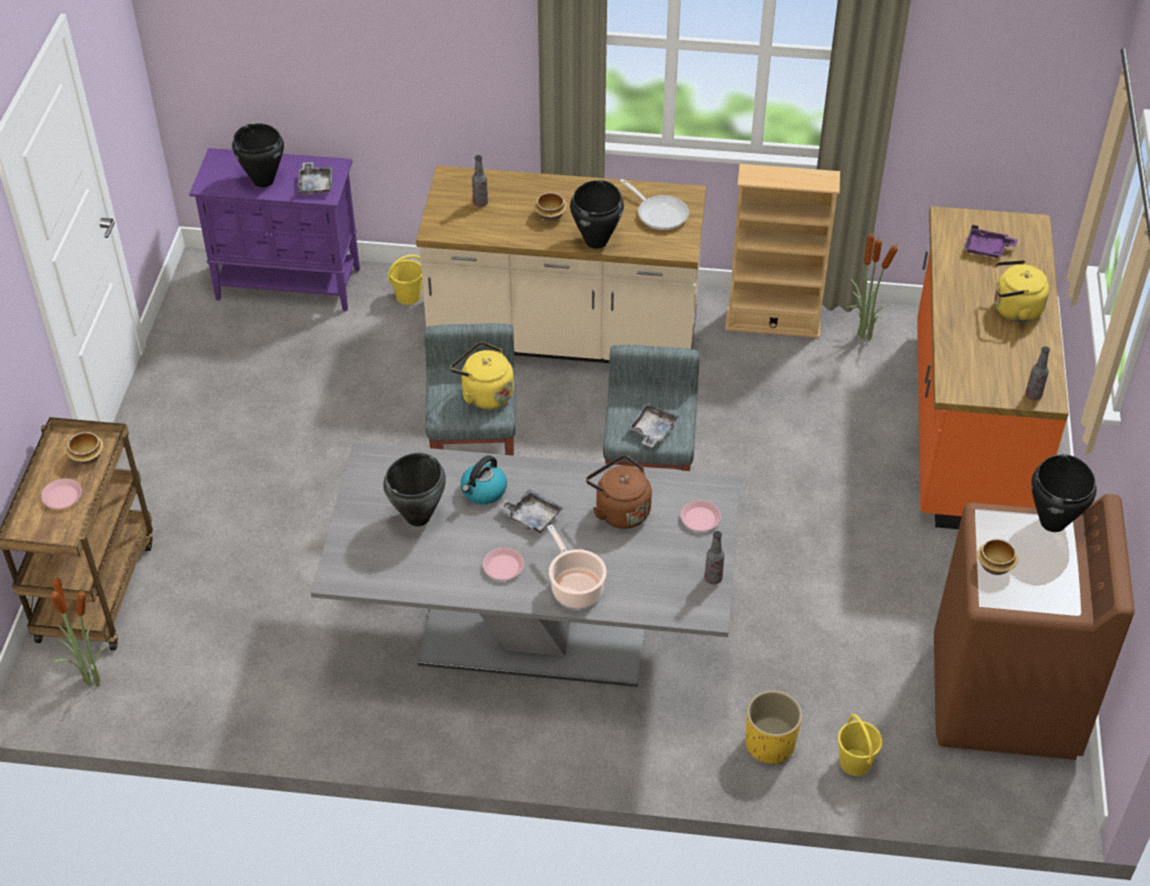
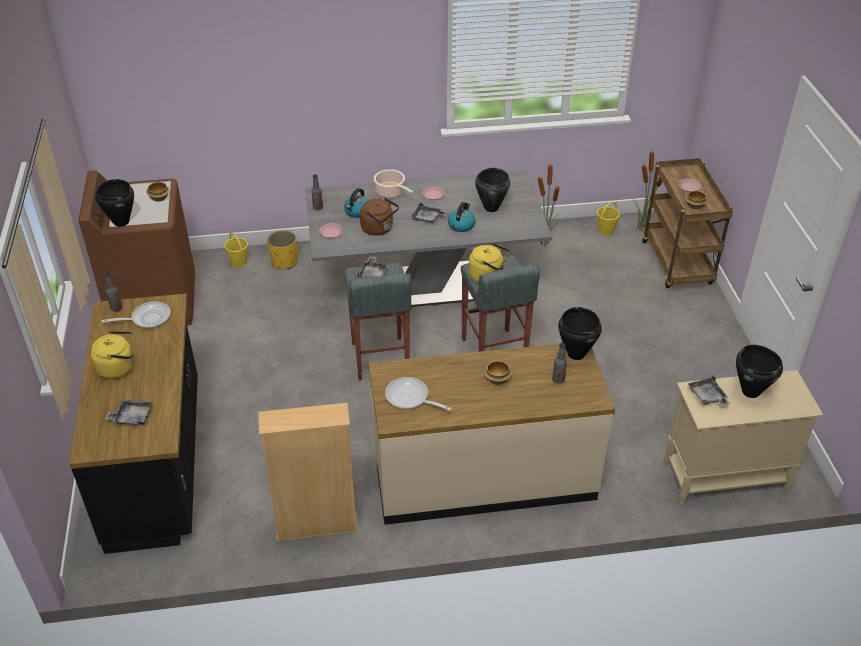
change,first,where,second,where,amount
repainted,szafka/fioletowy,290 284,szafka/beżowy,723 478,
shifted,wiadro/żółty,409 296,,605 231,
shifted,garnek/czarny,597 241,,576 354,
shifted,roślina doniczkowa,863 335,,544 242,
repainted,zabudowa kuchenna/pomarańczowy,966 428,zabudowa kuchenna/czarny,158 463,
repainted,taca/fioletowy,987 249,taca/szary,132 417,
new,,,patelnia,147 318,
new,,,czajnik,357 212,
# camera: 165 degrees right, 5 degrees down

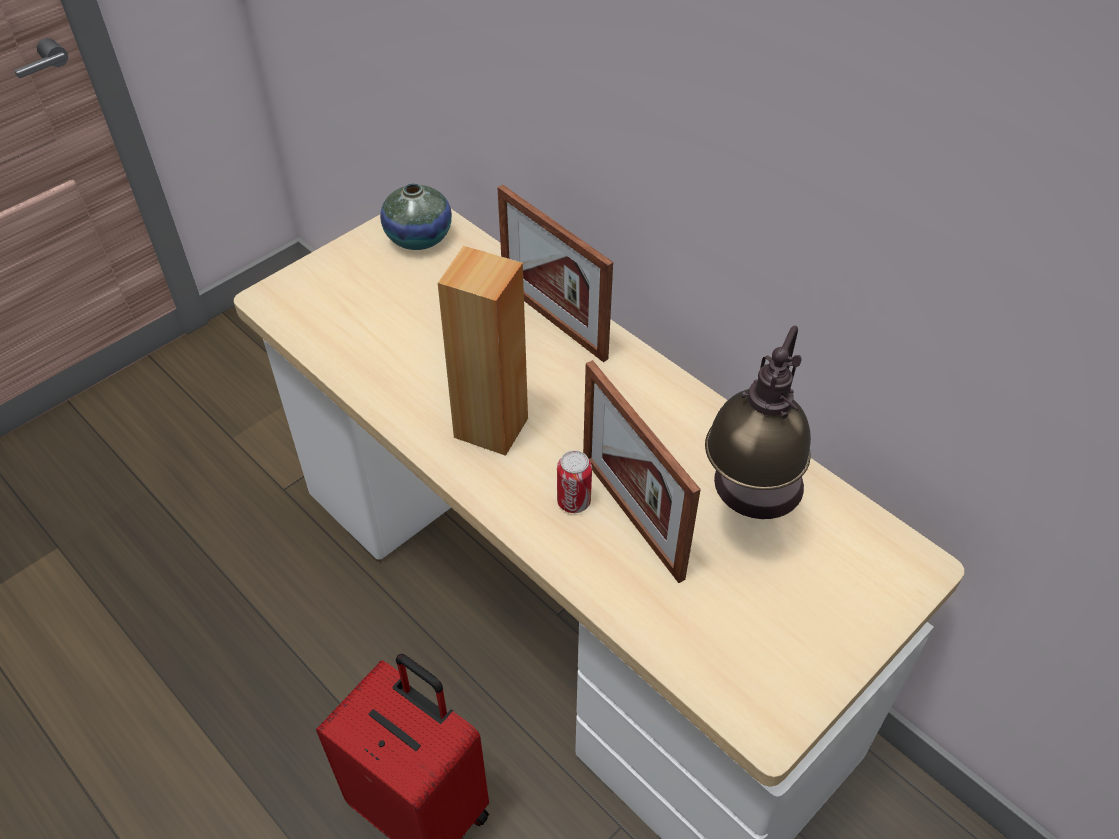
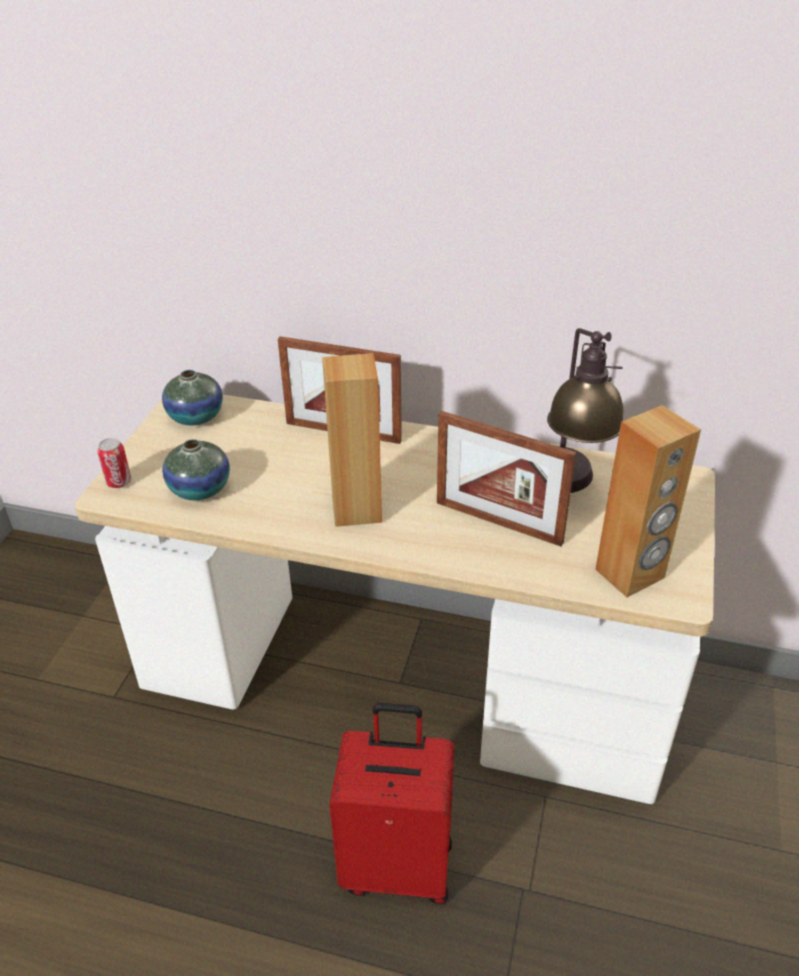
change,first,where,second,where,amount
shifted,puszka,573 501,,119 482,
new,,,wazon,200 489,
new,,,głośnik/brązowy,630 574,
# camera: 30 degrees left, 10 degrees down

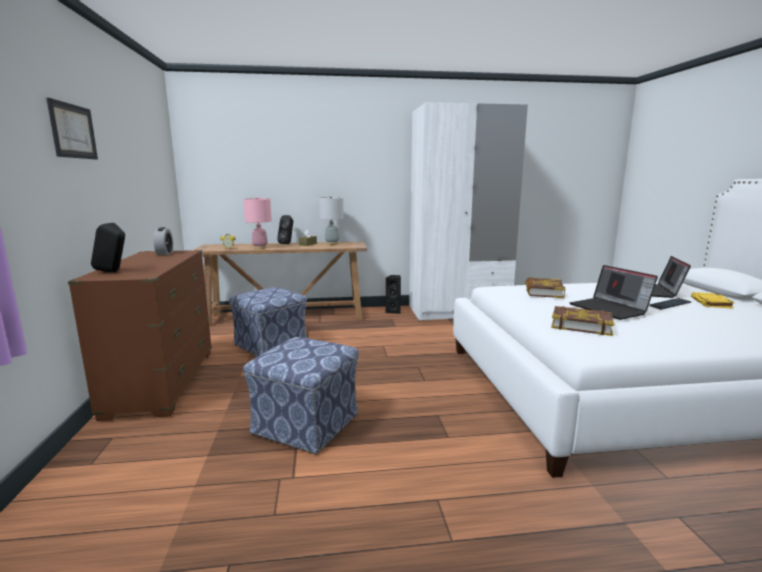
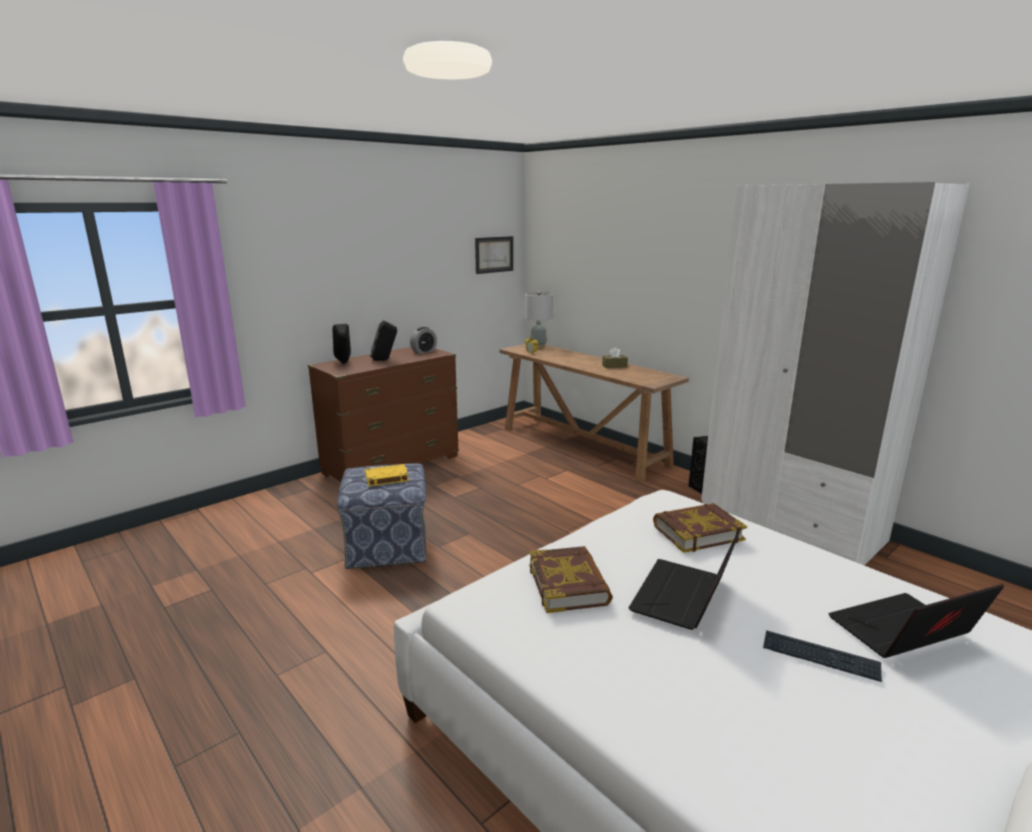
change,first,where,second,where,amount
shifted,obraz,73 131,,494 254,
gone,pufa,271 344,,,
gone,lampa stołowa/różowy,260 248,,,
shifted,głośnik/czarny,287 244,,385 360,
shifted,lampa stołowa/szary,332 244,,538 346,
shifted,książka/żółty,711 303,,386 478,
# camera: 55 degrees right, 5 degrees up

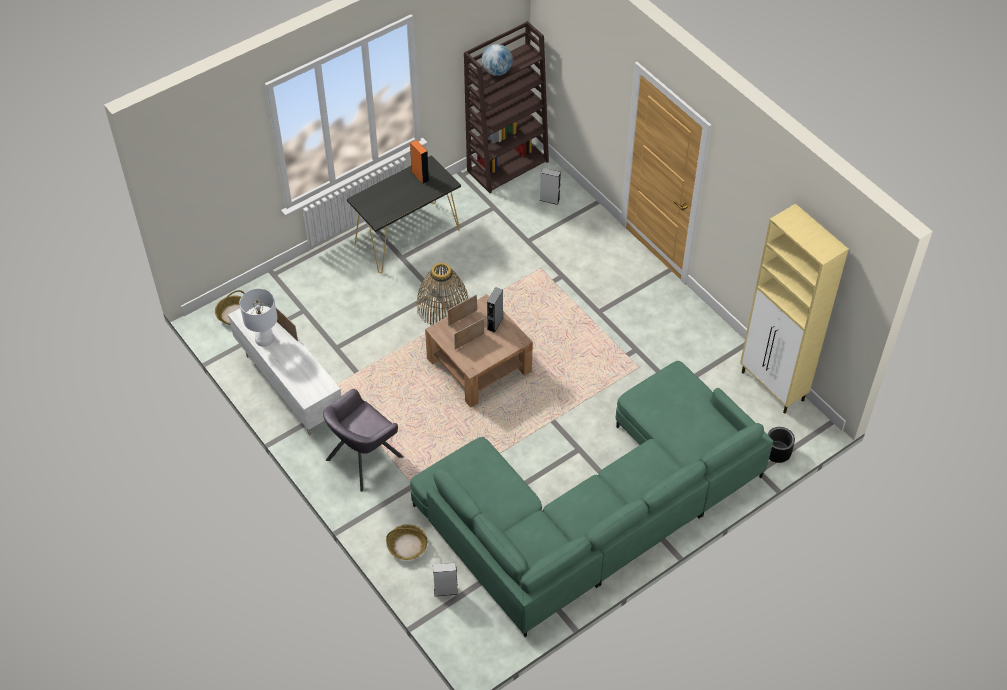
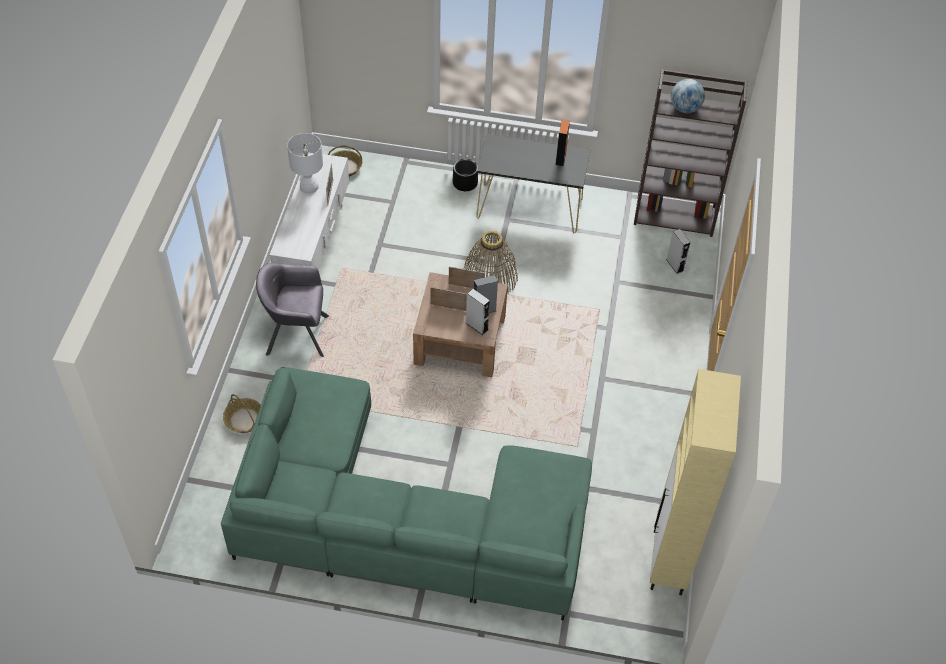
change,first,where,second,where,amount
shifted,głośnik/szary,445 591,,477 326,
shifted,donica/czarny,777 452,,464 183,
# camera: 45 degrees right, 0 degrees up

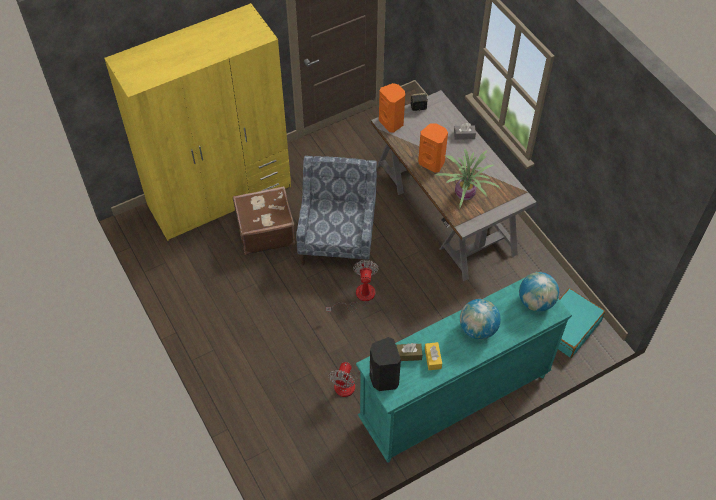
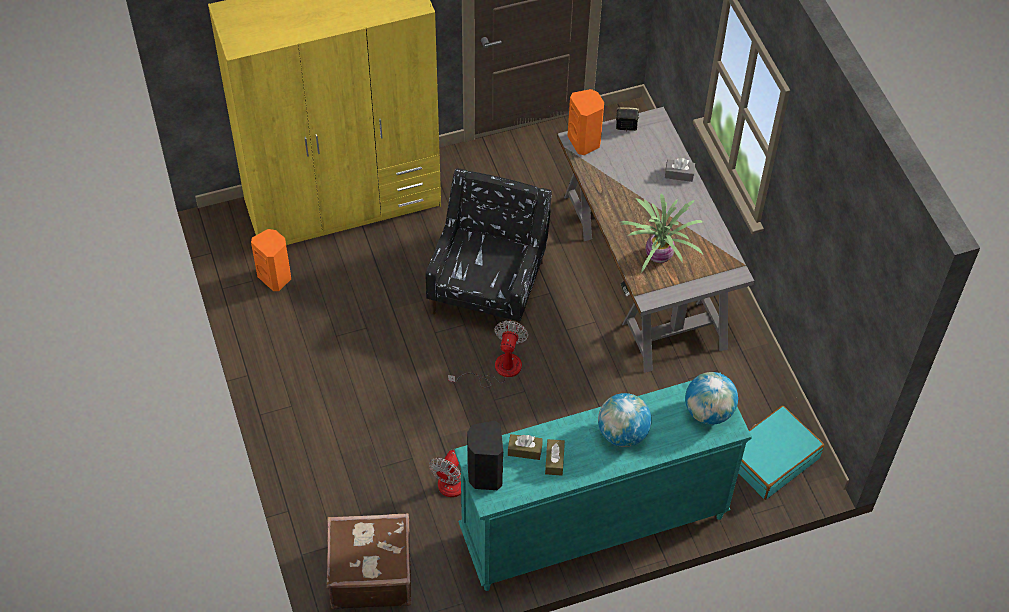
change,first,where,second,where,amount
shifted,walizka/brązowy,265 231,,370 573,
repainted,fotel/niebieski,338 237,fotel/czarny,488 285,
shifted,głośnik/pomarańczowy,432 162,,276 277,
repainted,pudełko chusteczek/żółty,433 358,pudełko chusteczek/brązowy,554 460,
# camera: 10 degrees right, 0 degrees up

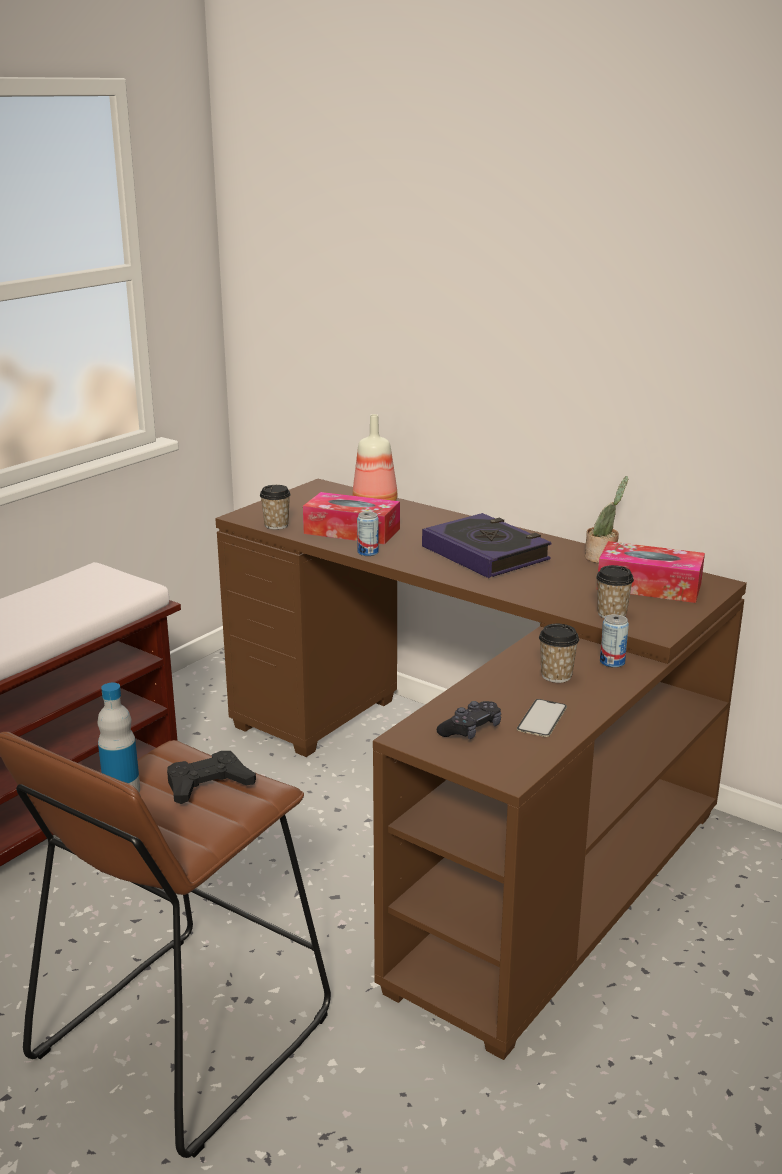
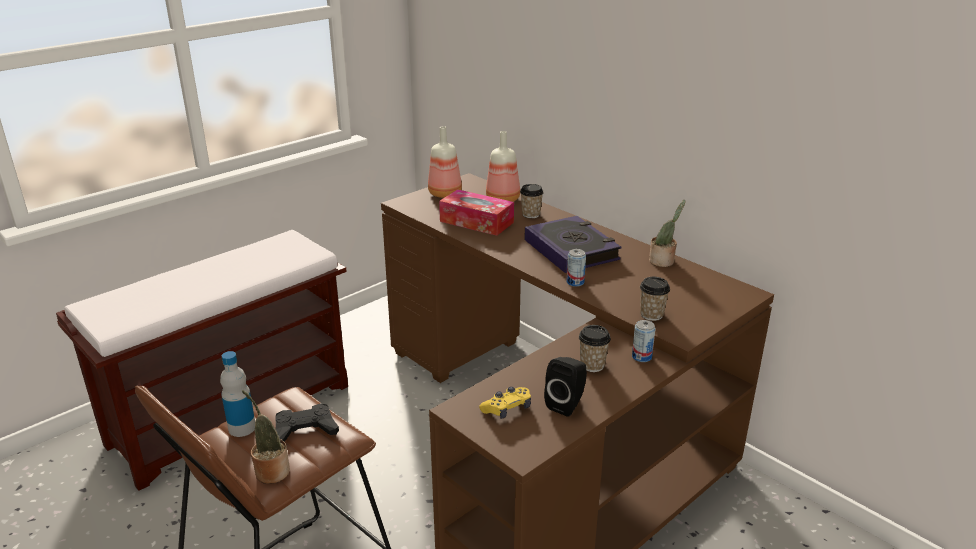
change,first,where,second,where,amount
shifted,filiżanka,276 525,,531 214,
shifted,puszka,368 552,,575 282,
repainted,pad do gier/czarny,471 730,pad do gier/żółty,507 409,
swapped,telefon,542 718,głośnik/czarny,567 404,
gone,pudełko chusteczek,649 586,,,
new,,,roślina doniczkowa,270 471,
new,,,butelka,445 193,
# camera: 10 degrees right, 5 degrees up

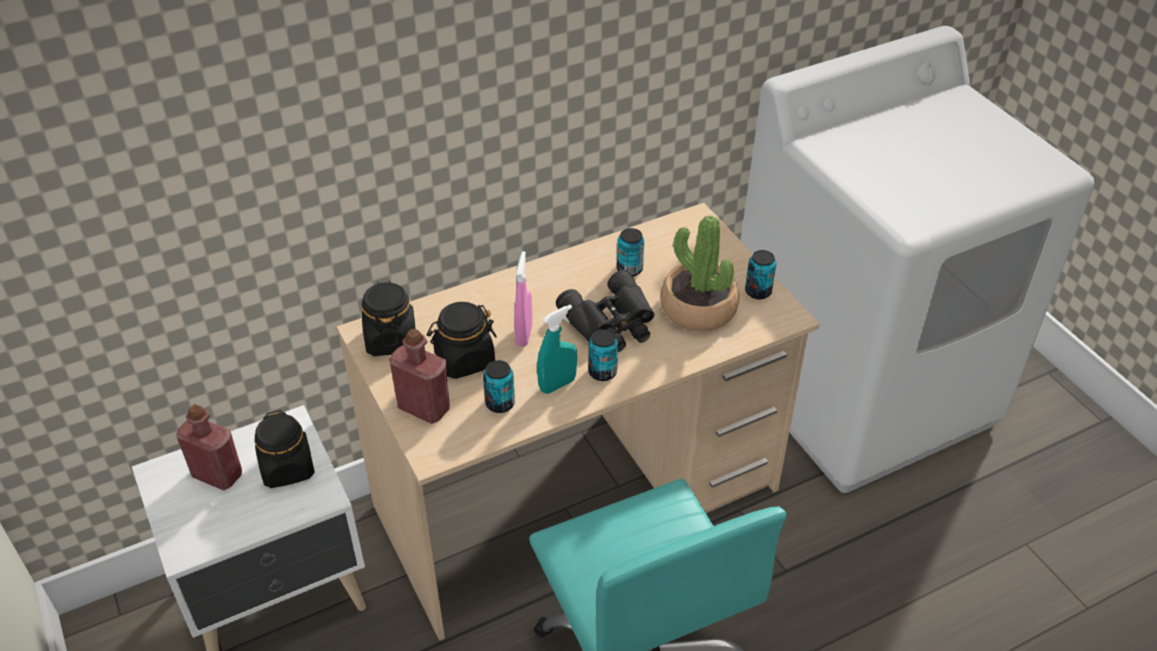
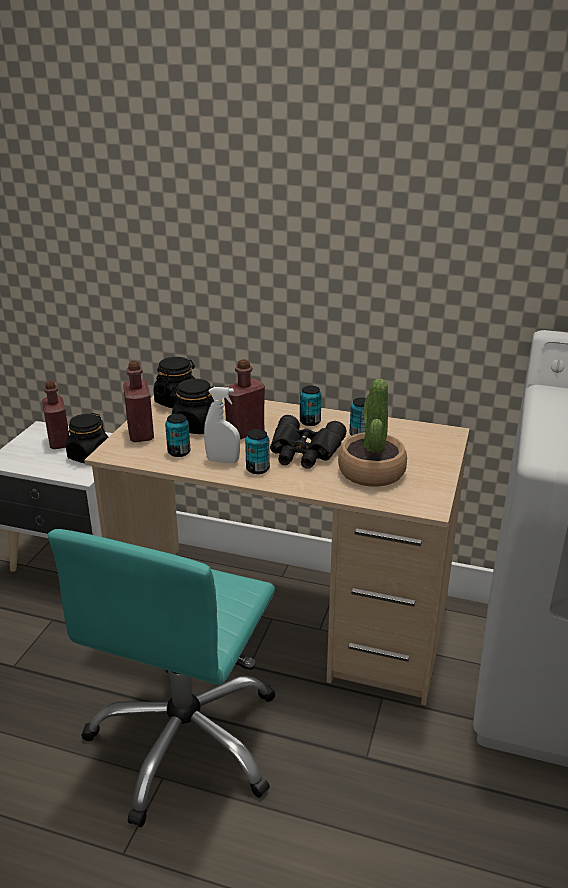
change,first,where,second,where,amount
swapped,spryskiwacz/różowy,524 335,butelka/czerwony,245 432,
repainted,spryskiwacz/turkusowy,557 385,spryskiwacz/biały,223 461,
shifted,puszka,758 291,,310 421,
# camera: 45 degrees right, 15 degrees down

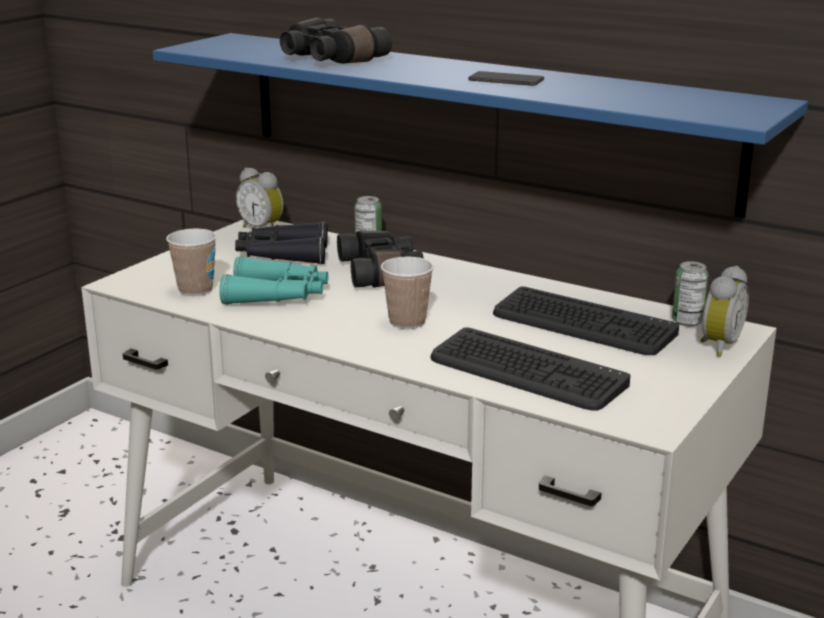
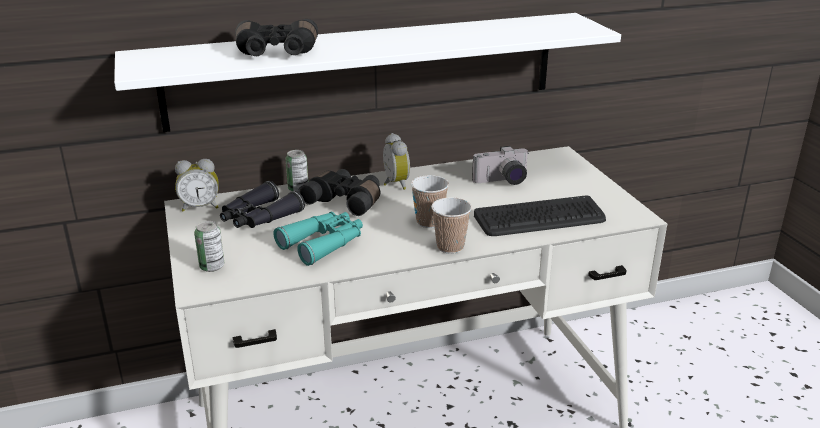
change,first,where,second,where,amount
repainted,półka/niebieski,478 117,półka/biały,365 70,
shifted,filiżanka,195 290,,450 247,
gone,telefon,506 80,,,
swapped,klawiatura,582 324,aparat fotograficzny,502 181,
shifted,puszka,687 321,,212 267,
shifted,budzik,717 345,,394 184,
# camera: 50 degrees left, 5 degrees up

